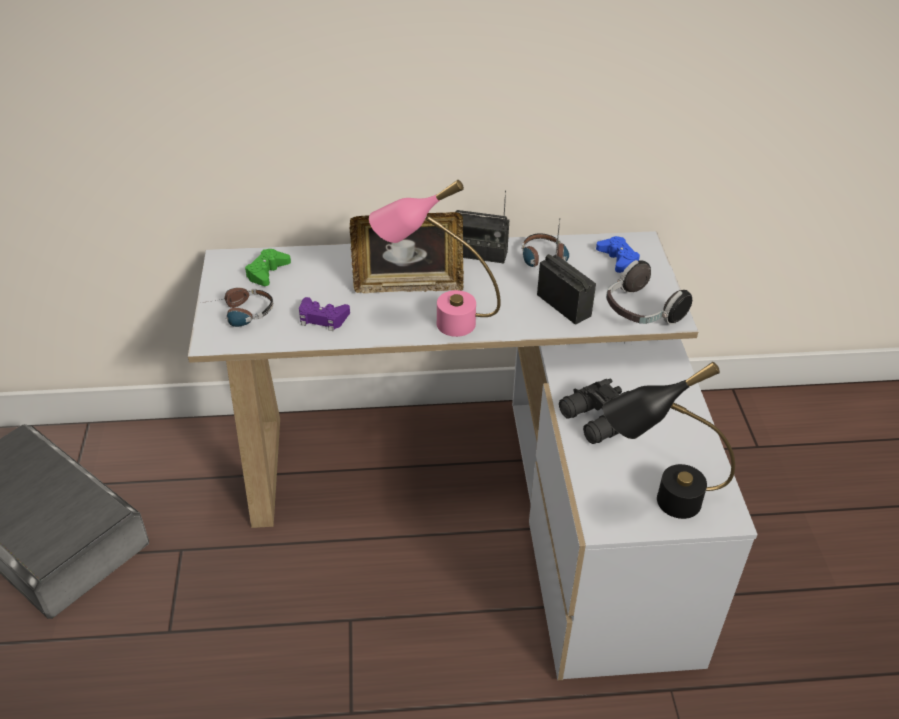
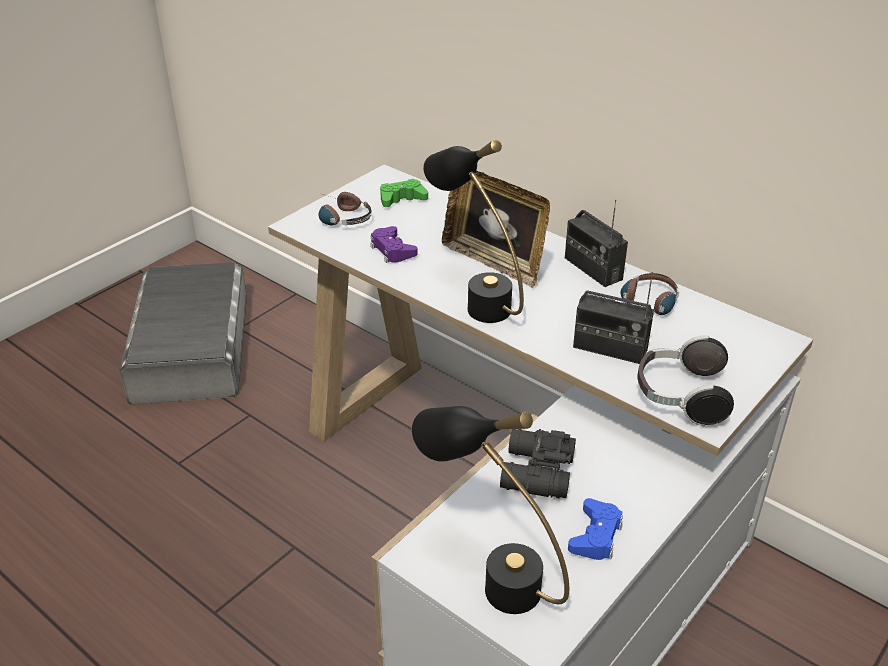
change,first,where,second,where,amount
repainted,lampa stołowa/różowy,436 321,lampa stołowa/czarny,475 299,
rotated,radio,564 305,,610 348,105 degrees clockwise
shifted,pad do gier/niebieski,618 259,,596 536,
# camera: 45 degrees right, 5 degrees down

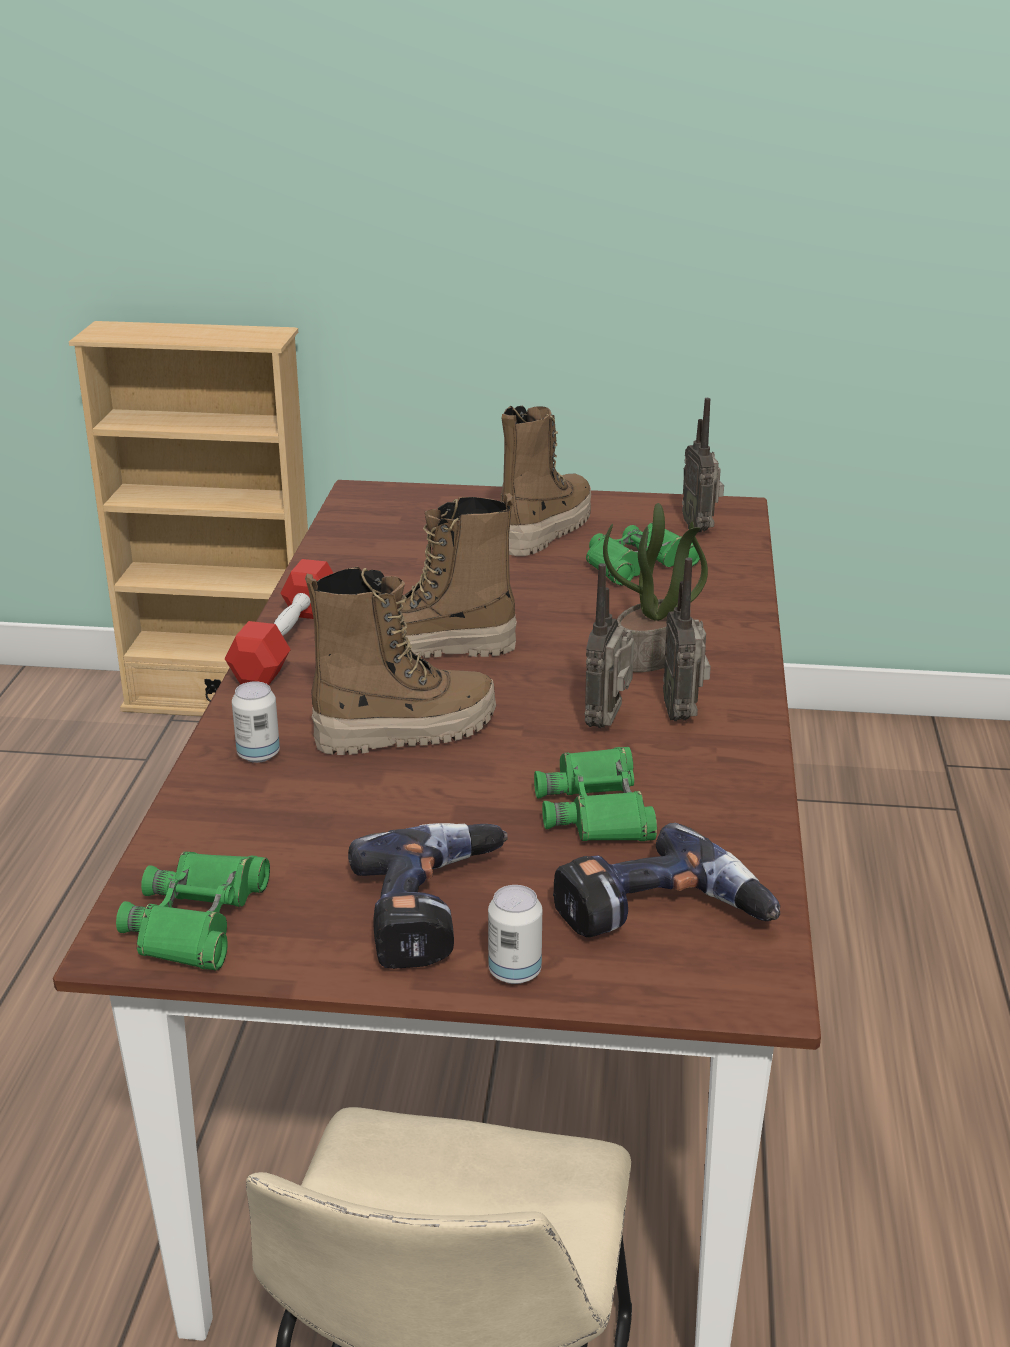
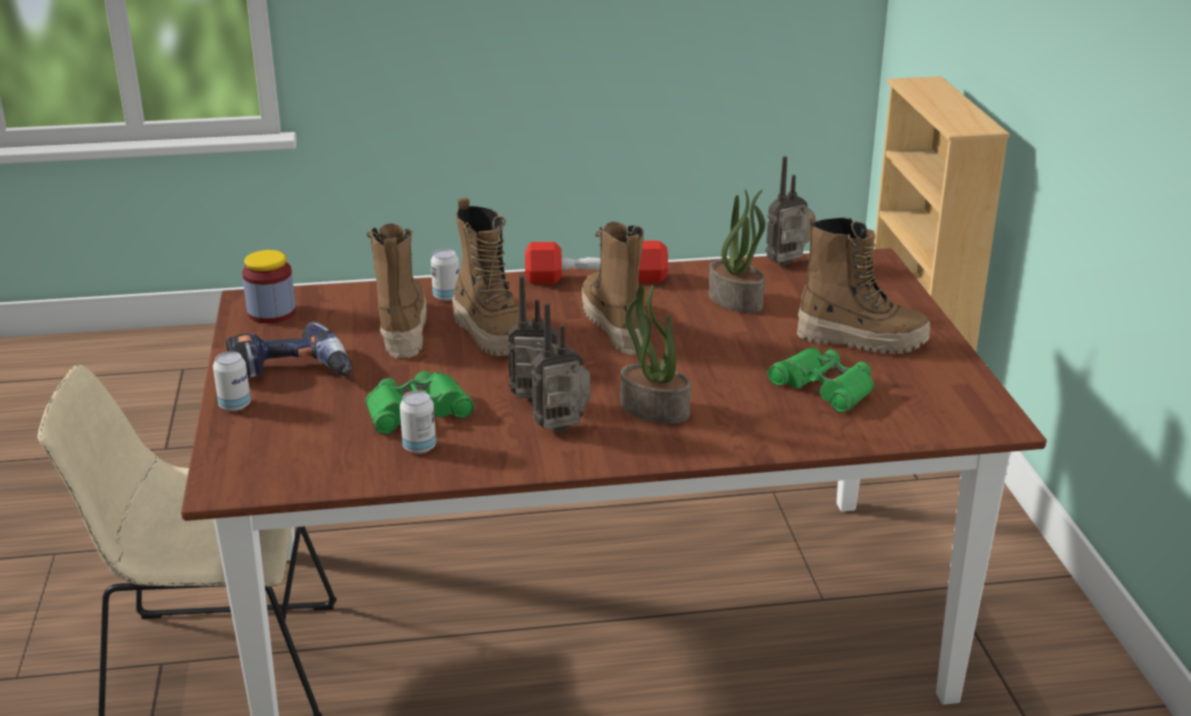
change,first,where,second,where,amount
swapped,lornetka/zielony,197 921,słoik,272 313,
gone,wiertarka,661 919,,,
shifted,radio,700 528,,789 264,
new,,,but z cholewką,401 328,
new,,,puszka,419 447,
new,,,roślina doniczkowa,736 300,
# camera: 75 degrees right, 0 degrees up

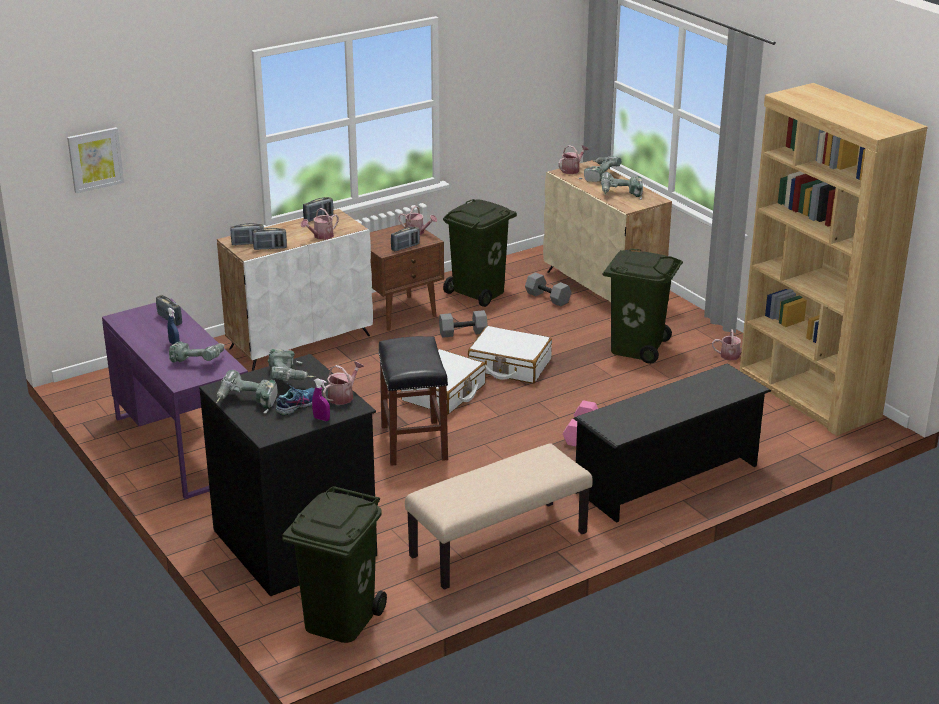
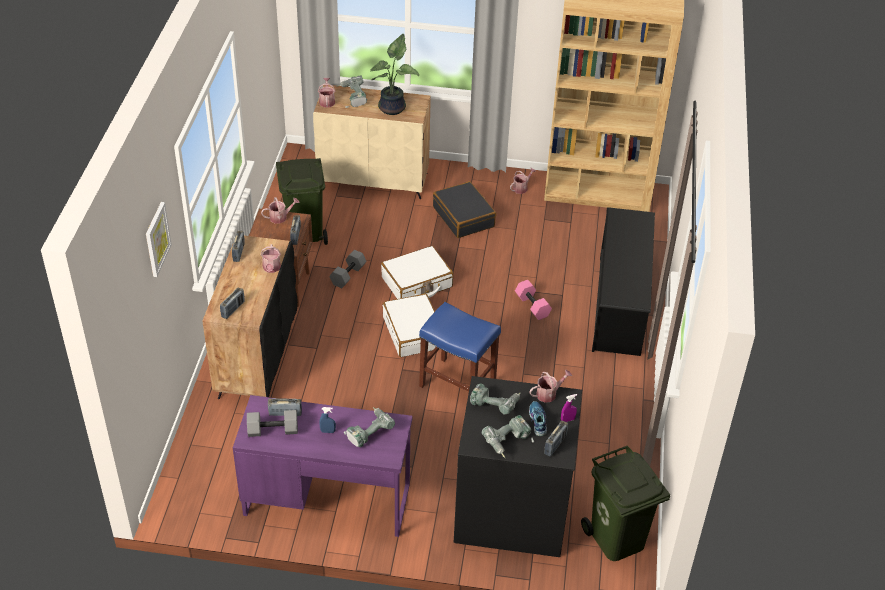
change,first,where,second,where,amount
shifted,obraz,95 159,,157 239,
repainted,szafka/biały,300 341,szafka/czarny,256 357,
shifted,radio,270 248,,555 445,
rotated,konewka,343 396,,549 393,75 degrees clockwise
repainted,stołek/czarny,414 443,stołek/niebieski,458 384,
gone,ławka/beżowy,499 545,,,
shifted,hantel/szary,548 298,,273 429,
swapped,wiertarka,621 195,roślina doniczkowa,393 108,
swapped,kosz na śmieci/zielony,637 347,walizka/czarny,464 217,
# camera: 50 degrees left, 15 degrees up

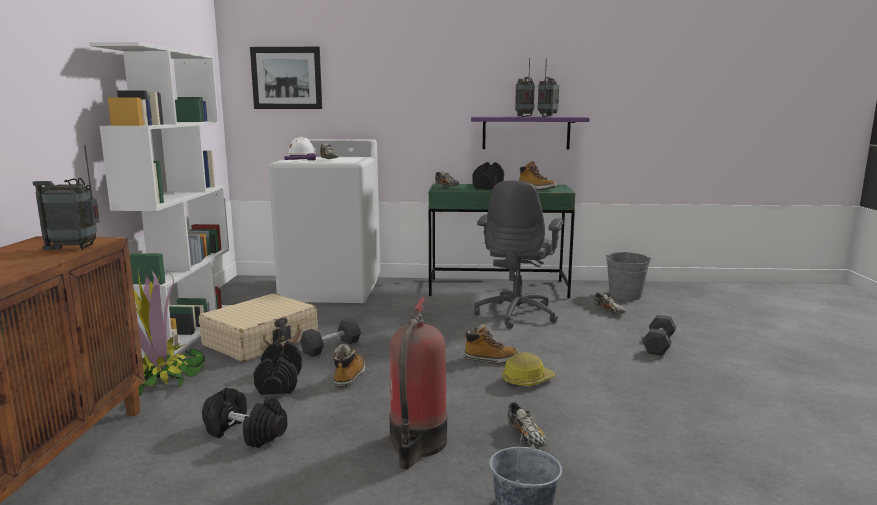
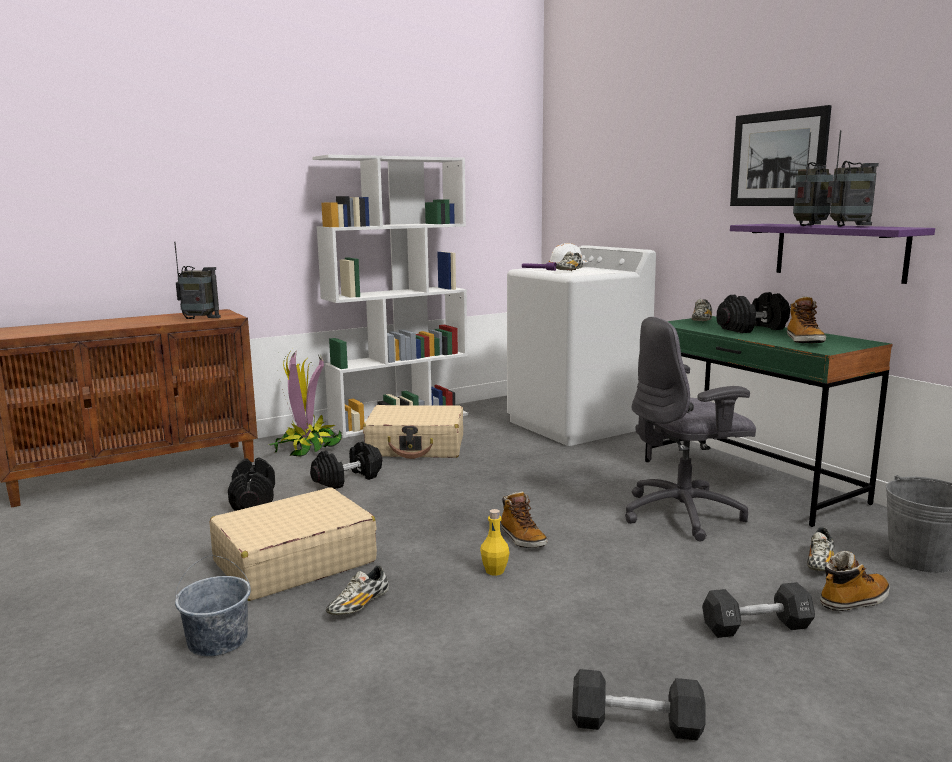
change,first,where,second,where,amount
rotated,radio,75 248,,199 319,135 degrees clockwise
shifted,obraz,286 78,,778 159,
shifted,hantel/czarny,331 347,,636 724,
shifted,but z cholewką,349 377,,854 601,
swapped,gaśnica,417 444,walizka/beżowy,294 562,
swapped,kask,527 380,butelka/żółty,494 571,
# camera: 55 degrees right, 0 degrees up

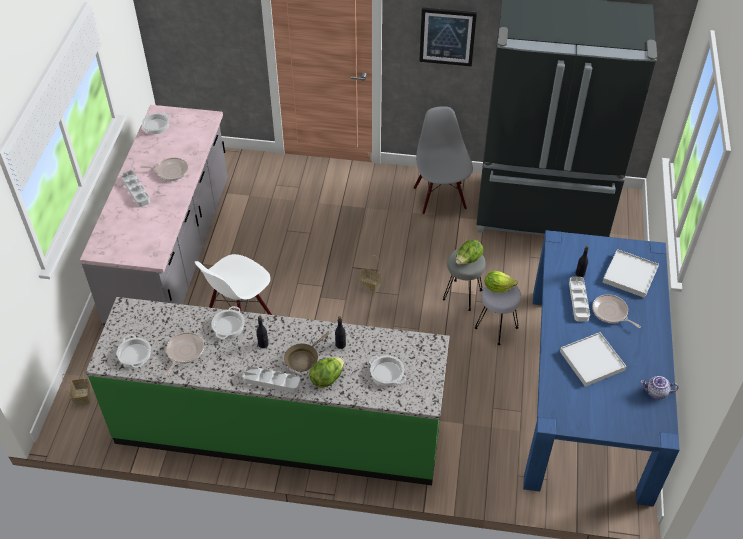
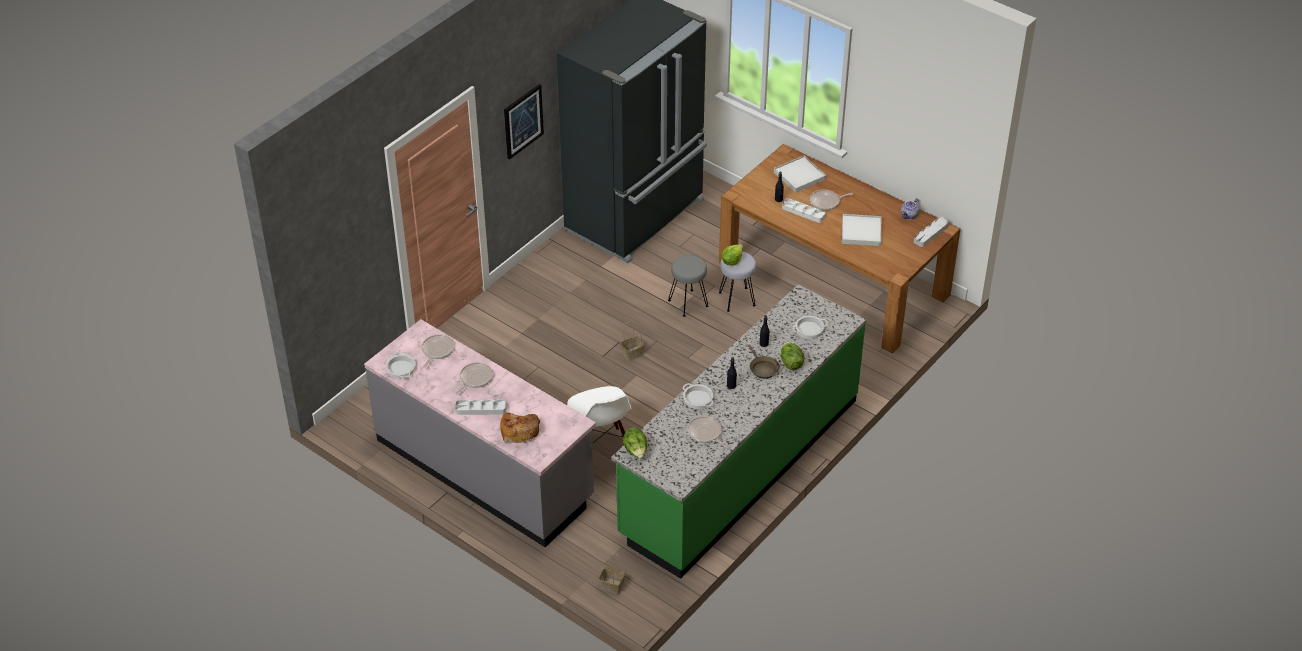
change,first,where,second,where,amount
gone,garnek,135 355,,,
shifted,taca/szary,271 381,,930 234,
gone,krzesło/szary,440 198,,,
shifted,sałata,468 260,,636 451,
repainted,stół jadalny/niebieski,588 390,stół jadalny/brązowy,833 279,
new,,,patelnia,437 350,
new,,,chleb,519 430,
# camera: 60 degrees left, 5 degrees down

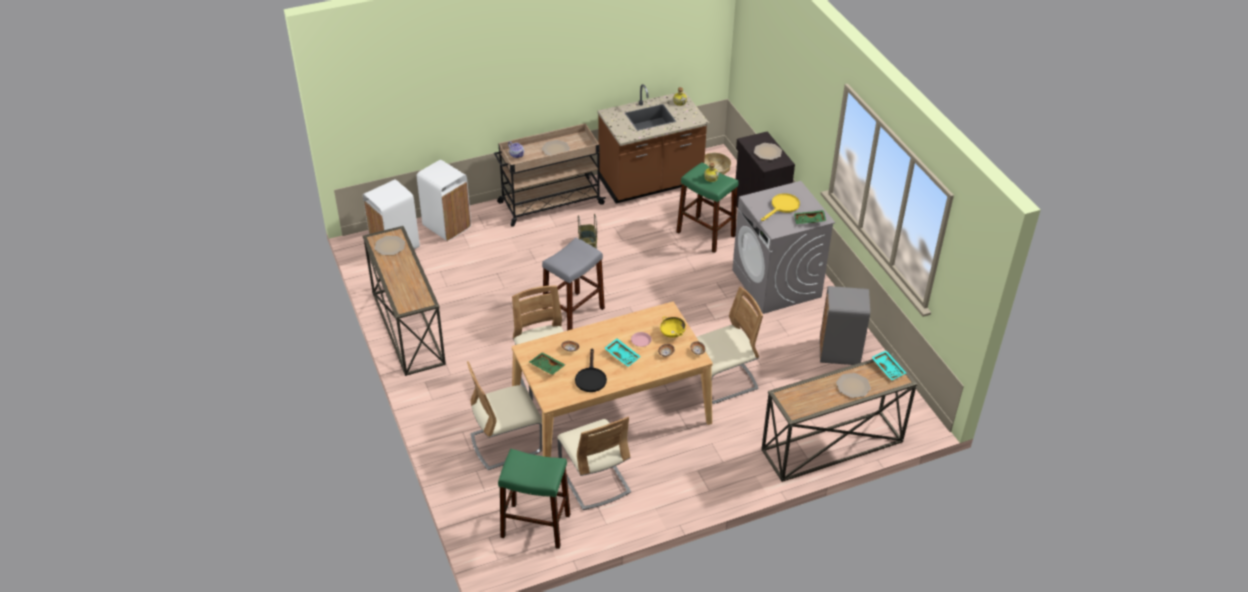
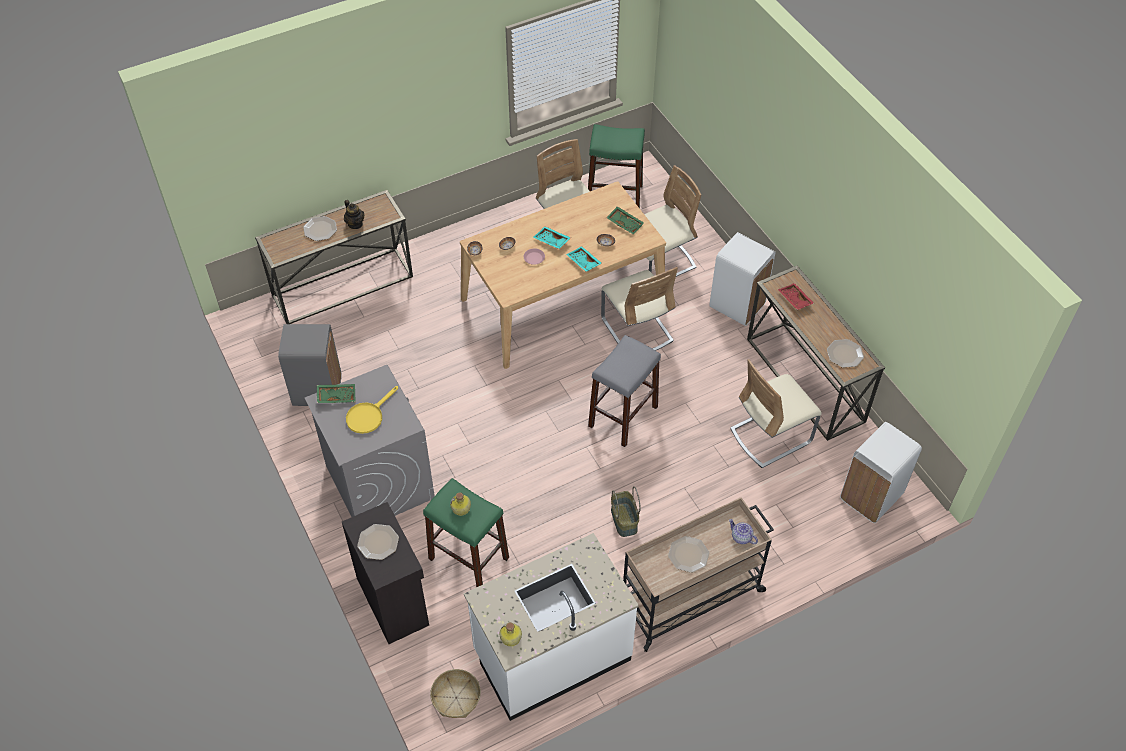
change,first,where,second,where,amount
shifted,kosz na śmieci/biały,447 226,,737 306,
gone,patelnia/czarny,590 378,,,
repainted,zabudowa kuchenna/brązowy,651 183,zabudowa kuchenna/biały,551 655,
gone,miska/żółty,672 333,,,
shifted,krzesło/beżowy,722 381,,771 435,
shifted,taca/turkusowy,888 368,,583 262,
new,,,imbryk,355 224,
new,,,taca/czerwony,794 300,
# camera: 175 degrees right, 10 degrees up

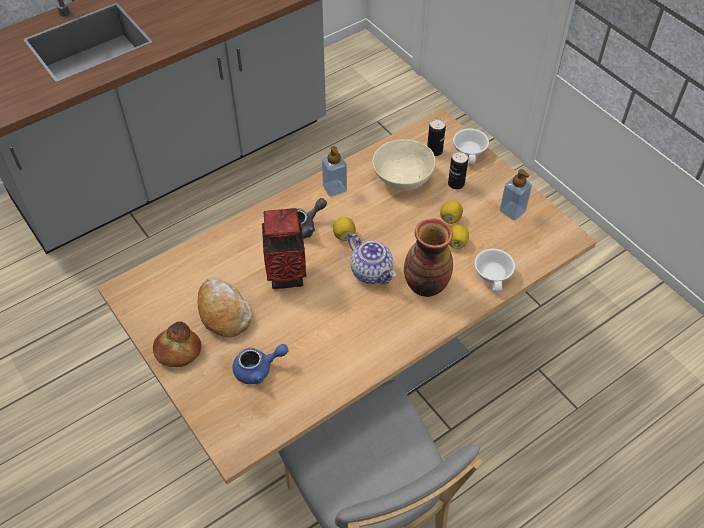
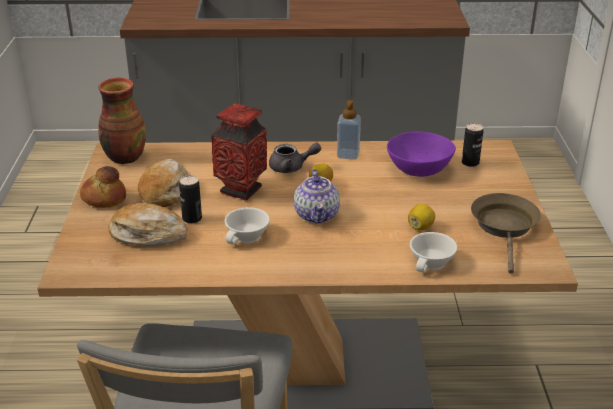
change,first,where,second,where,amount
swapped,imbryk/niebieski,258 369,chleb,148 234,
repainted,miska/beżowy,402 177,miska/fioletowy,418 169,
shifted,wazon,425 285,,124 157,
gone,cytryna,450 218,,,
shifted,puszka,456 184,,192 218,
shifted,filiżanka/biały,470 152,,248 237,
swapped,dozownik mydła,512 211,patelnia/brązowy,505 227,
# camera: 35 degrees right, 20 degrees down

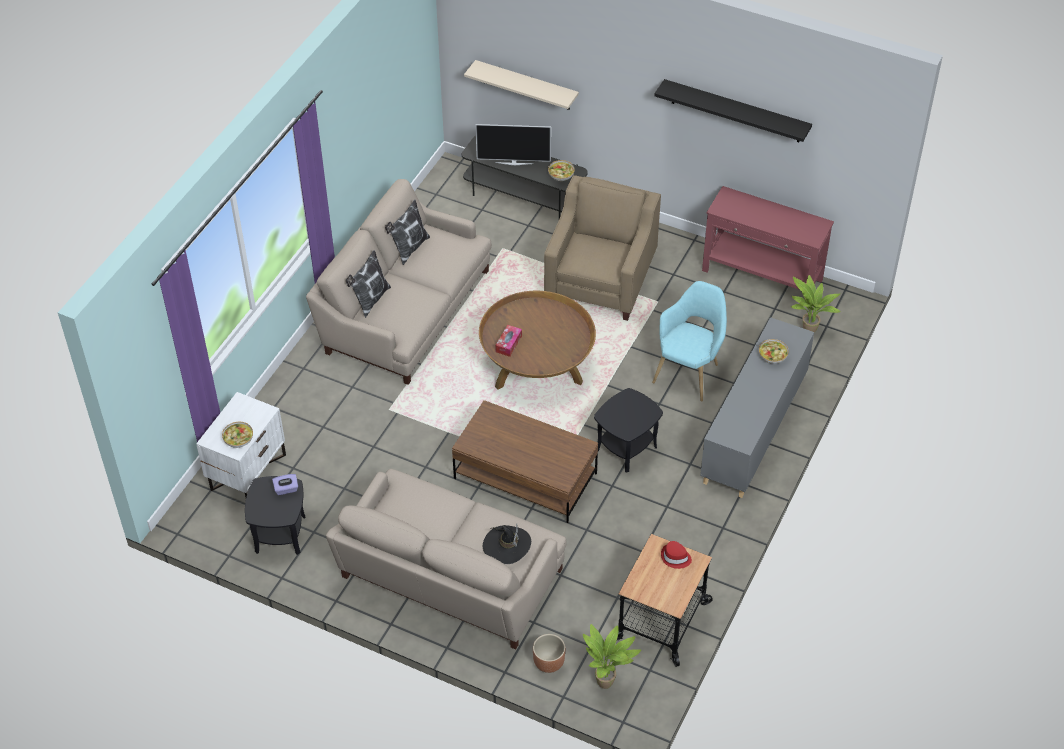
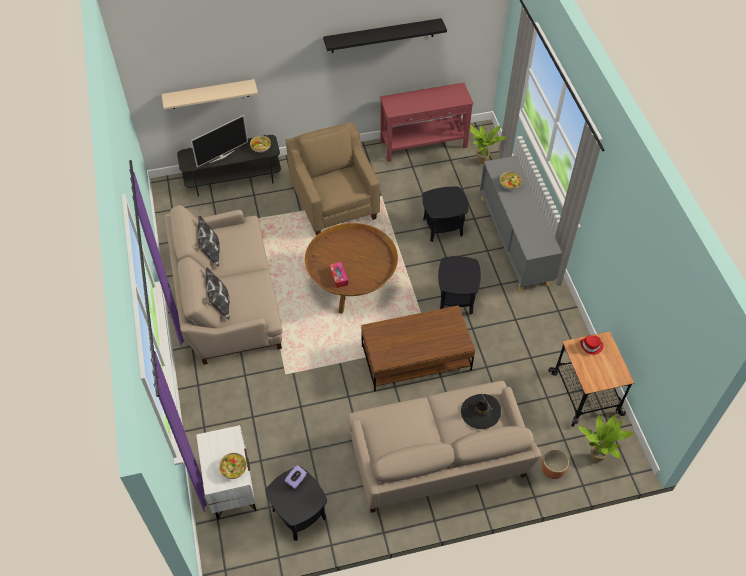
change,first,where,second,where,amount
swapped,fotel/turkusowy,689 371,stolik/czarny,443 227,
# camera: 40 degrees left, 5 degrees up

